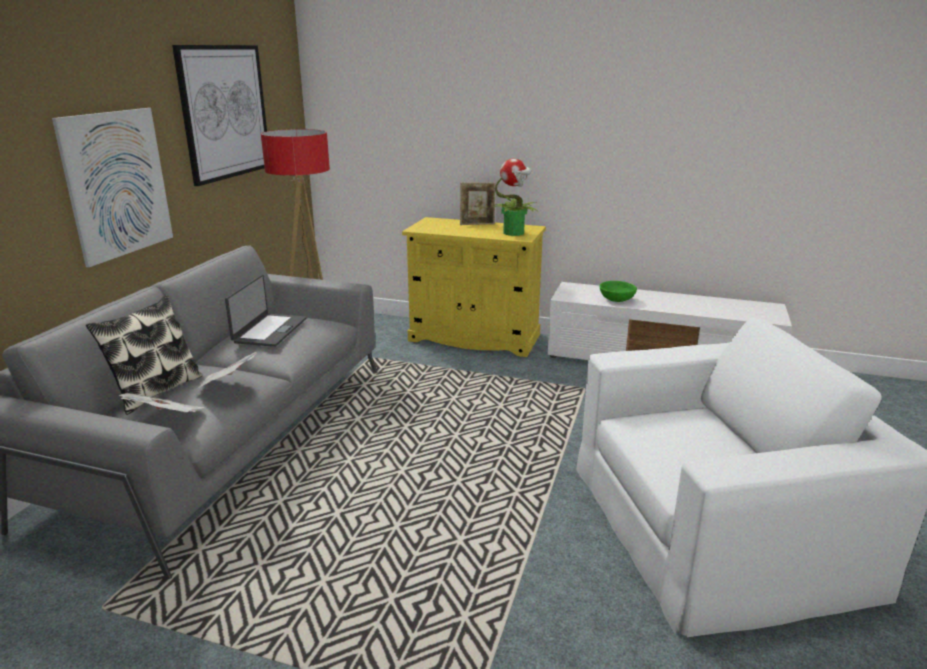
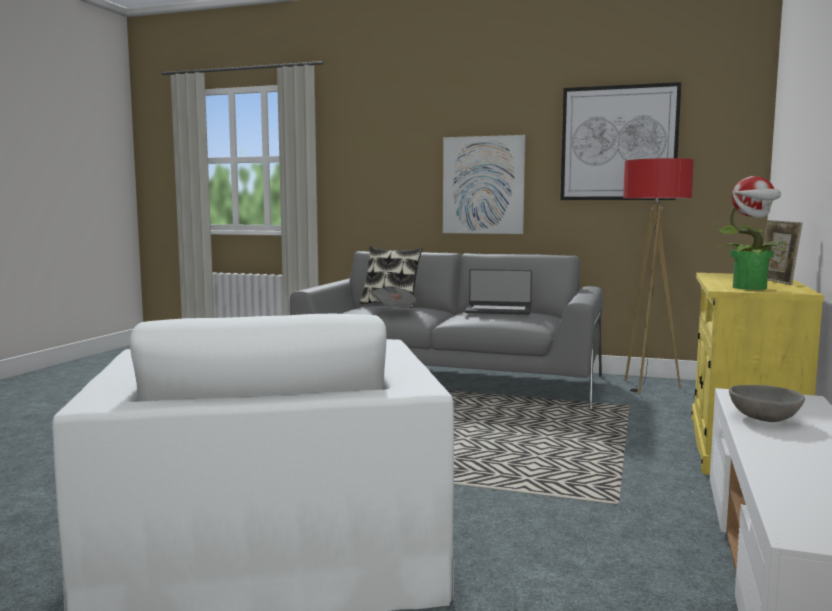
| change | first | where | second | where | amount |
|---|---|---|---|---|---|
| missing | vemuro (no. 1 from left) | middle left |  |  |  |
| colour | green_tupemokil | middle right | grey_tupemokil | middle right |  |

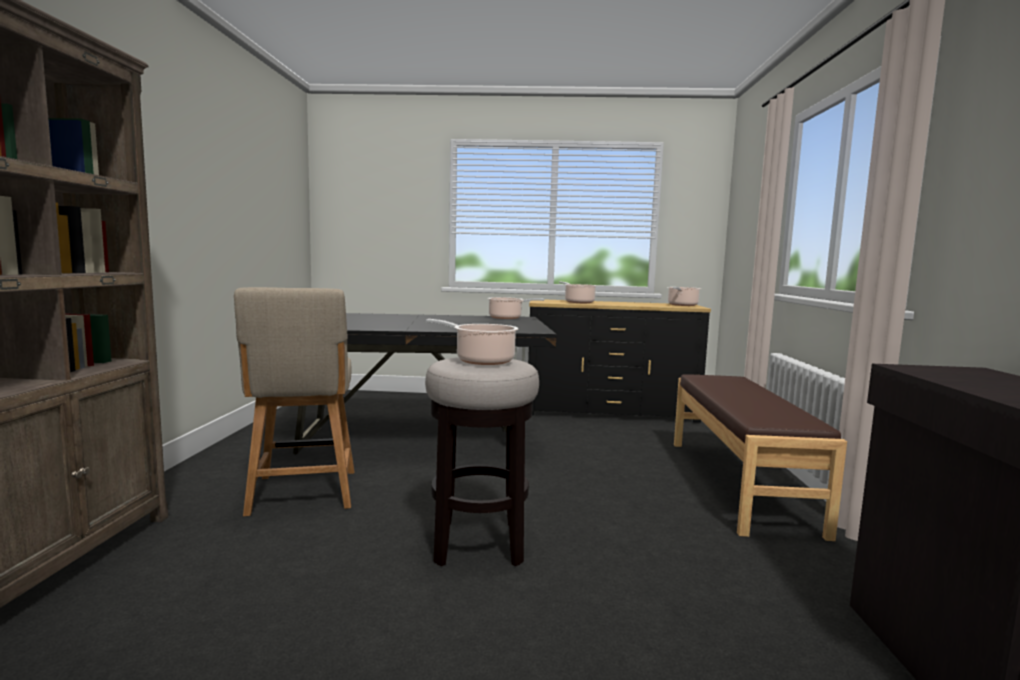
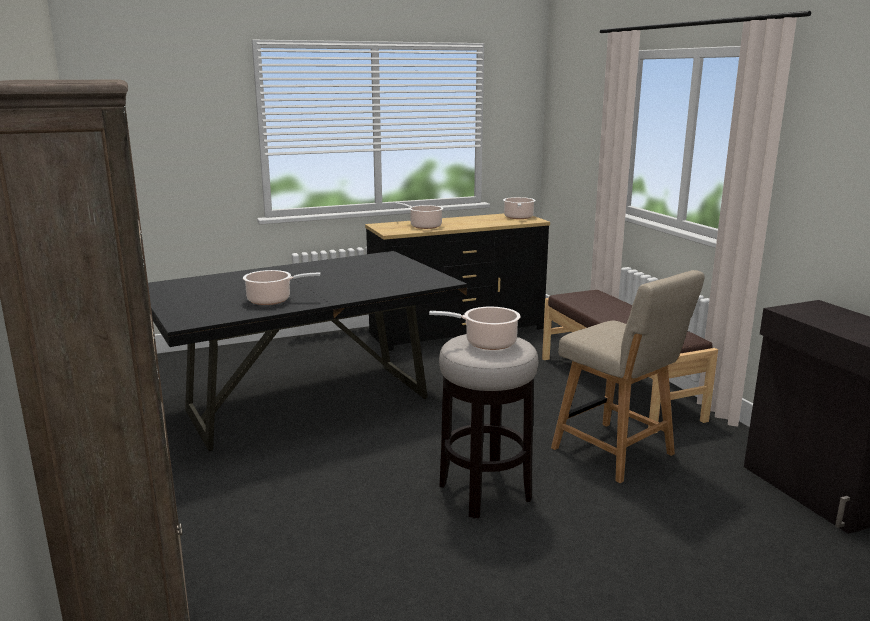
| change | first | where | second | where | amount |
|---|---|---|---|---|---|
| relocated | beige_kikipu | middle left |  | middle right |  |
| relocated | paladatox (no. 2 from left in the first image) | centre | paladatox (no. 1 from left) | middle left |  |

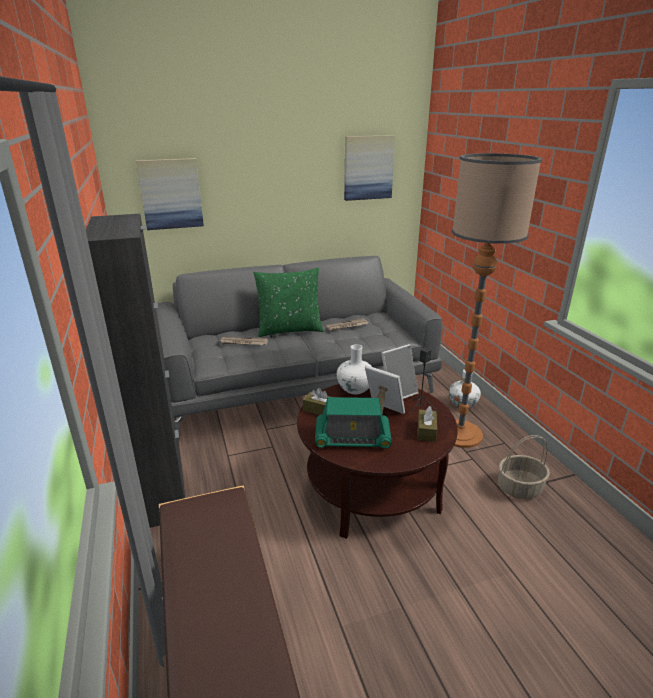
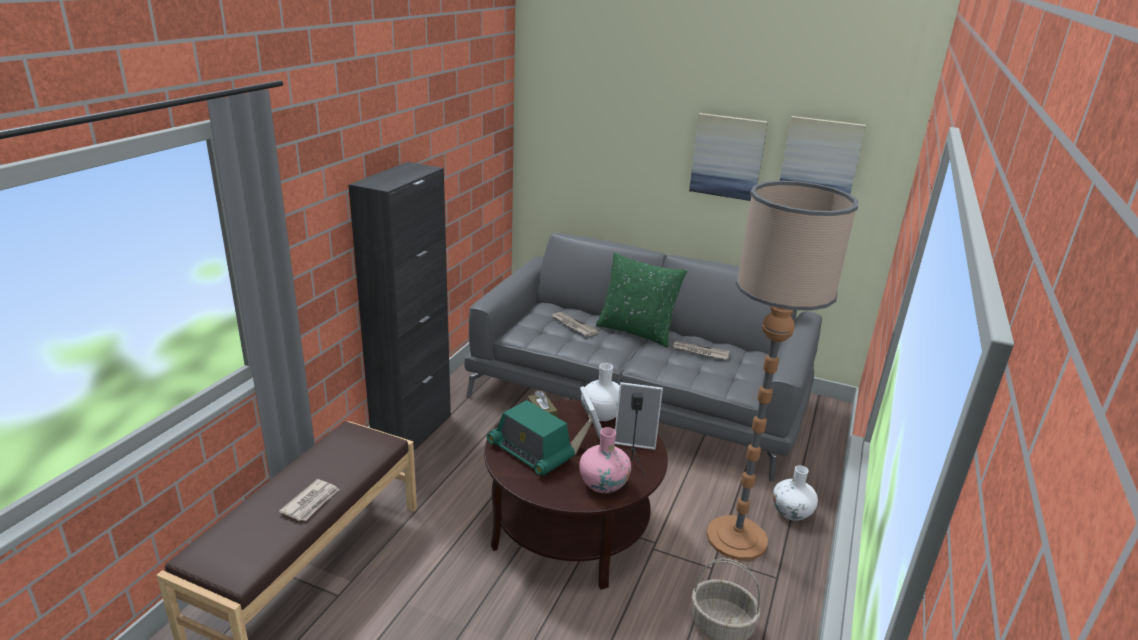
| change | first | where | second | where | amount |
|---|---|---|---|---|---|
| appeared |  |  | vemuro (no. 1 from left) | bottom left |  |
| relocated | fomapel (no. 1 from left) | top left |  | top centre |  |
| exchanged | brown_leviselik (no. 2 from left) | centre | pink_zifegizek | bottom centre |  |

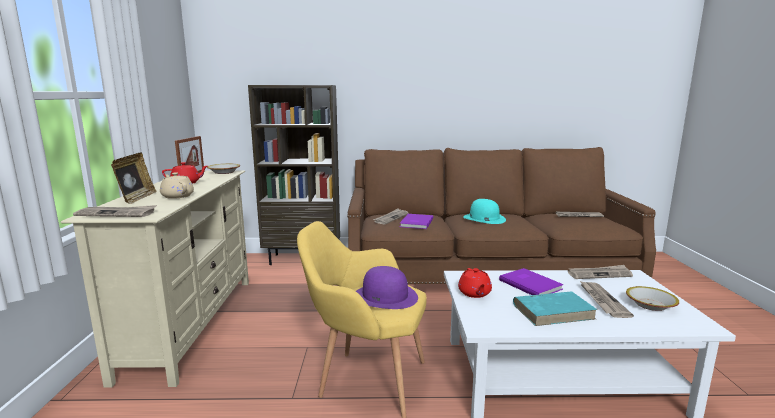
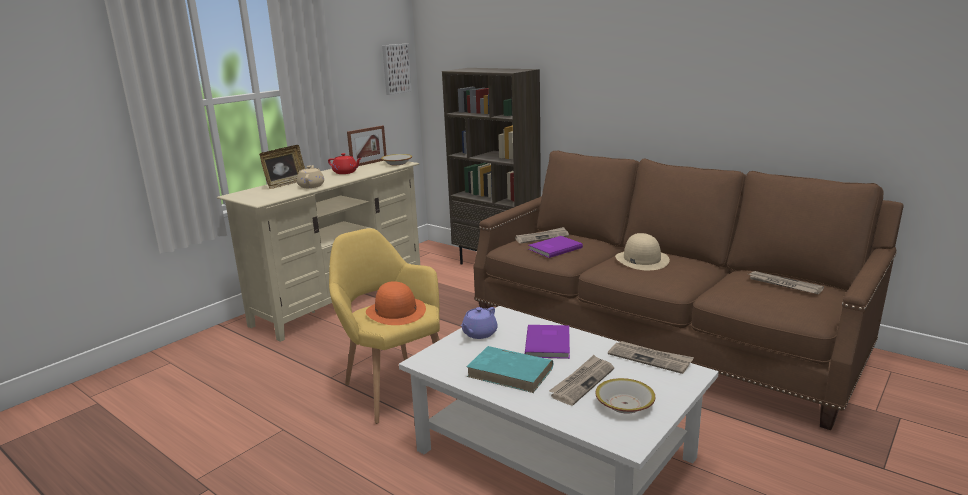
| change | first | where | second | where | amount |
|---|---|---|---|---|---|
| missing | vemuro (no. 1 from left) | middle left |  |  |  |
| appeared |  |  | fomapel | top centre |  |
| colour | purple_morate | bottom centre | orange_morate | centre |  |
| colour | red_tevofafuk (no. 2 from left) | bottom centre | purple_tevofafuk | centre |  |
| colour | turquoise_morate | centre | beige_morate | centre |  |

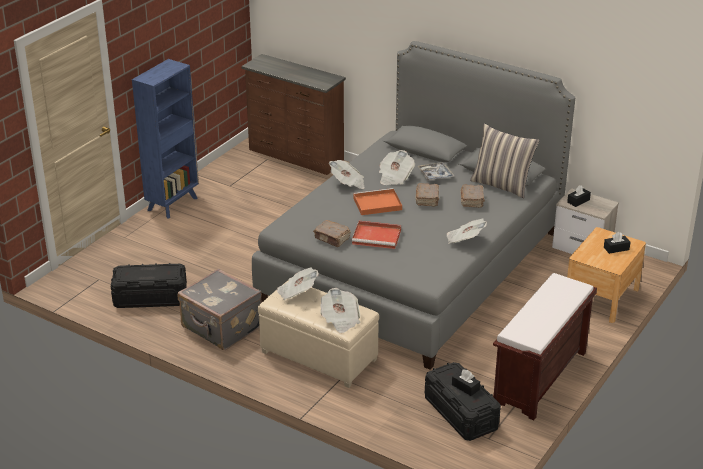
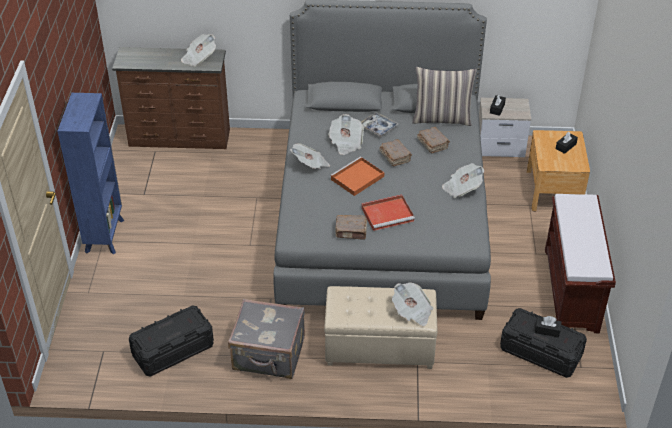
| change | first | where | second | where | amount |
|---|---|---|---|---|---|
| relocated | vemuro (no. 1 from left) | centre |  | top left |  |

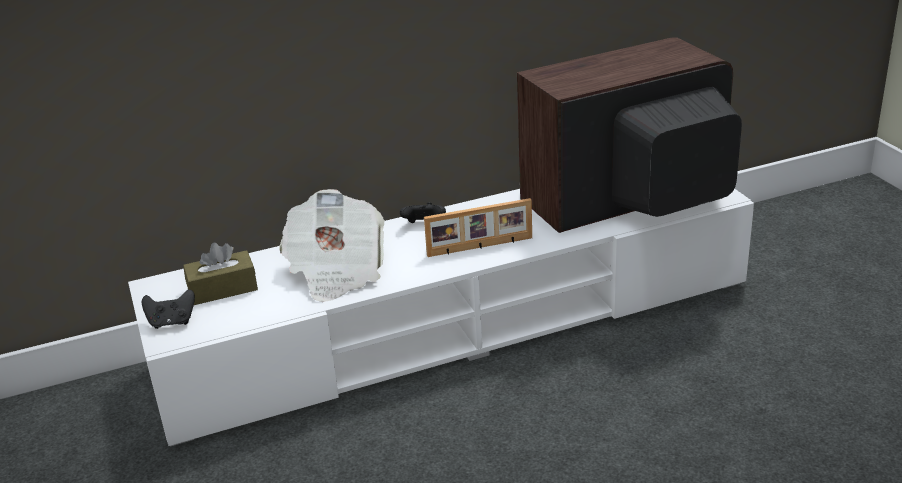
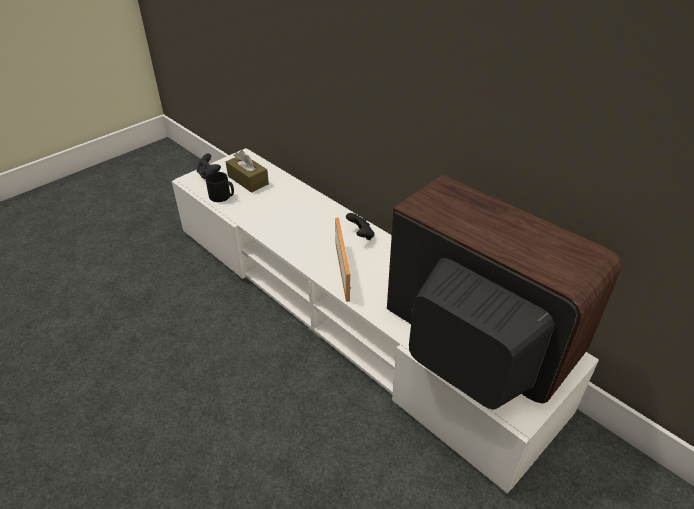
| change | first | where | second | where | amount |
|---|---|---|---|---|---|
| missing | vemuro | centre |  |  |  |
| appeared |  |  | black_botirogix | middle left |  |
| spun | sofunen | centre |  | centre | 150 degrees counterclockwise |

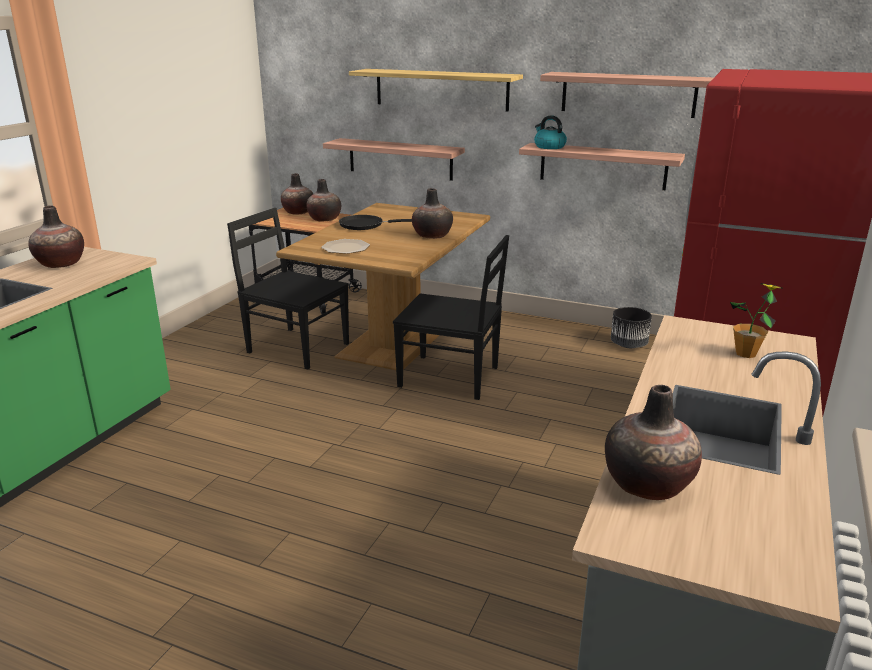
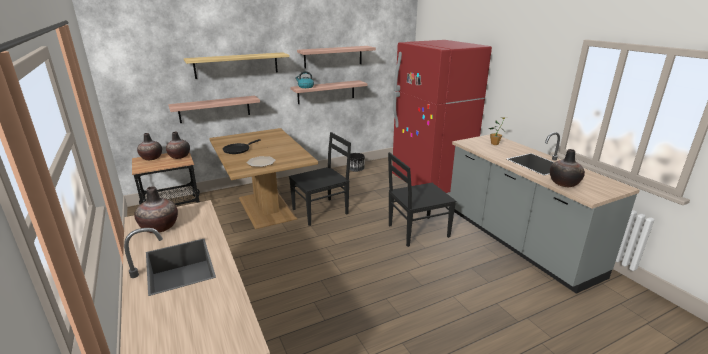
| change | first | where | second | where | amount |
|---|---|---|---|---|---|
| missing | zifegizek (no. 4 from left) | top centre |  |  |  |
| relocated | black_kikipu (no. 1 from left in the first image) | middle left | black_kikipu (no. 2 from left) | centre |  |

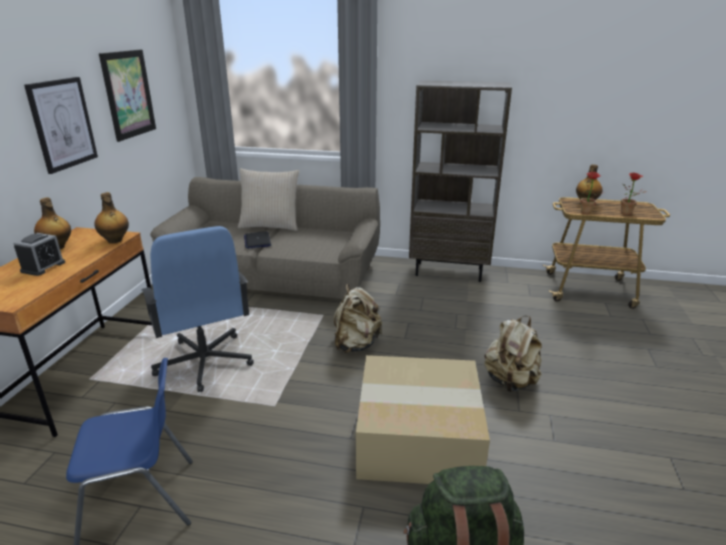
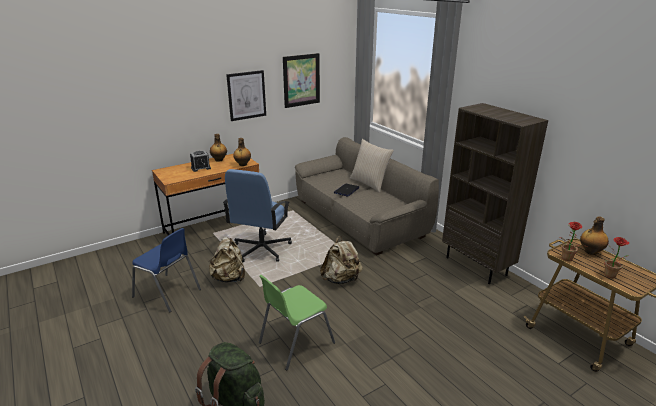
| change | first | where | second | where | amount |
|---|---|---|---|---|---|
| relocated | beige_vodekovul (no. 2 from left in the first image) | middle right | beige_vodekovul (no. 1 from left) | centre |  |
| exchanged | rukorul | bottom centre | green_kikipu | bottom centre |  |

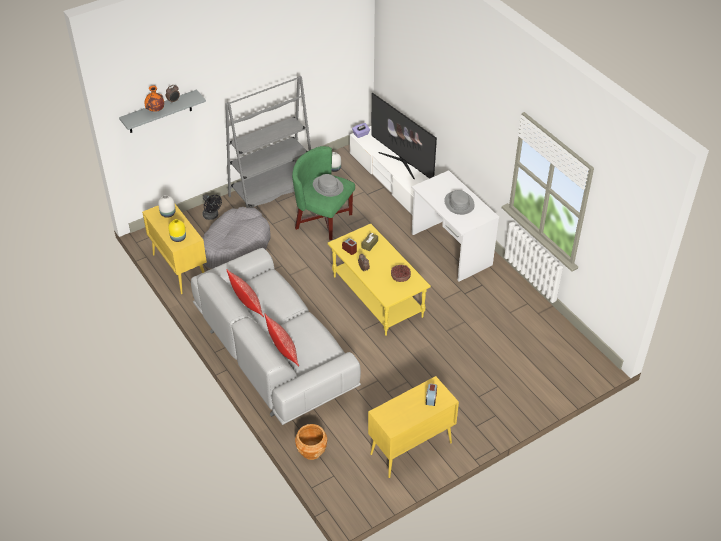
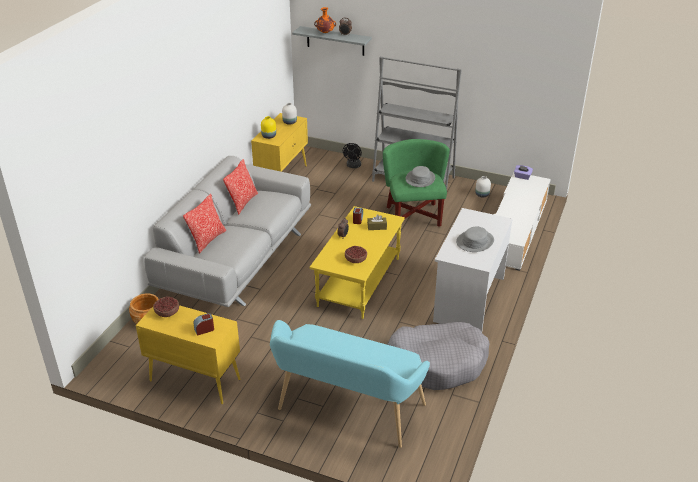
| change | first | where | second | where | amount |
|---|---|---|---|---|---|
| missing | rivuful | top centre |  |  |  |
| appeared |  |  | tupemokil (no. 1 from left) | middle left |  |
| appeared |  |  | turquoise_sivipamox | bottom centre |  |
| relocated | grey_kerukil | middle left |  | bottom centre |  |

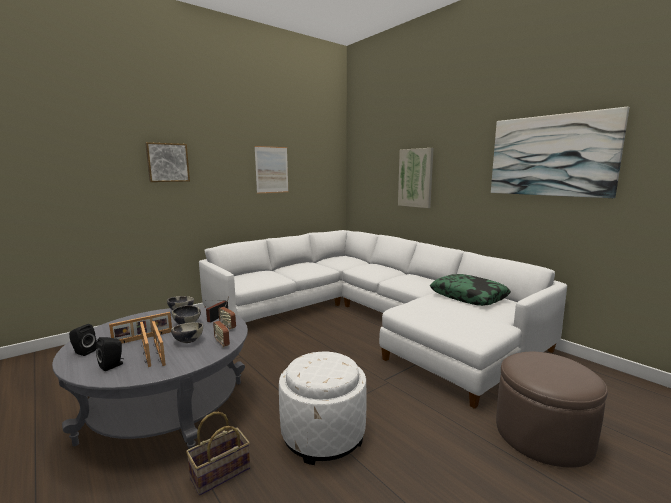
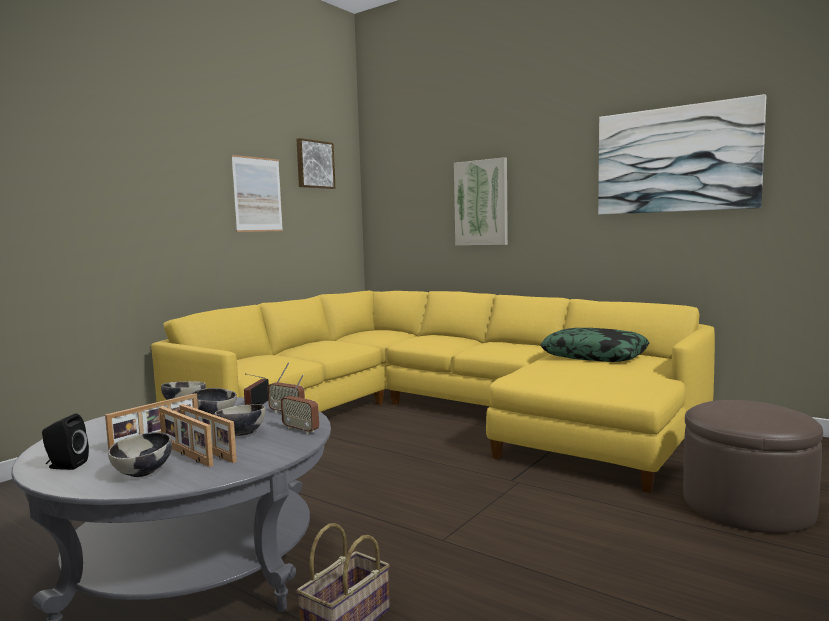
| change | first | where | second | where | amount |
|---|---|---|---|---|---|
| missing | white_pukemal | bottom centre |  |  |  |
| relocated | fomapel (no. 1 from left in the first image) | top left | fomapel (no. 2 from left) | top centre |  |
| exchanged | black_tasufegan (no. 2 from left) | bottom left | tupemokil (no. 1 from left) | bottom left |  |
| colour | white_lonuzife | centre | yellow_lonuzife | centre |  |

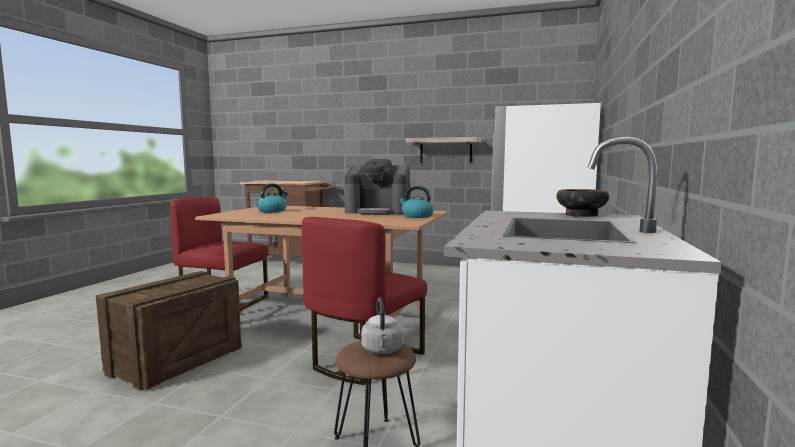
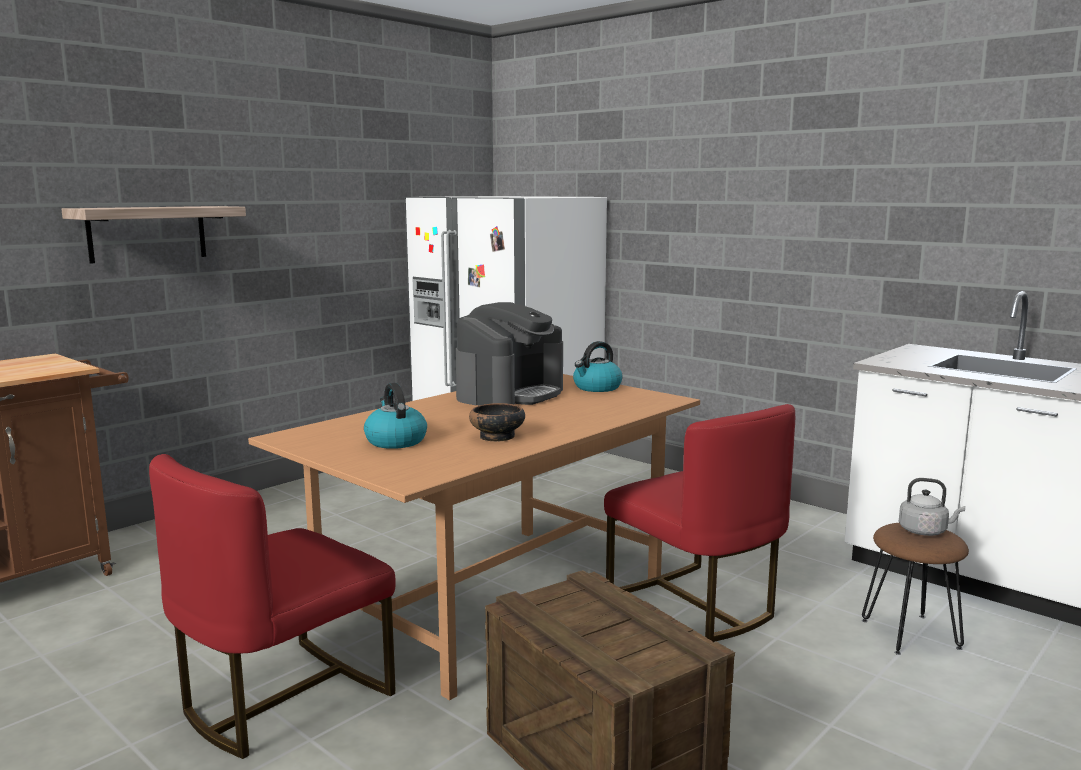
| change | first | where | second | where | amount |
|---|---|---|---|---|---|
| relocated | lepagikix | centre |  | top left |  |
| relocated | tupemokil | middle right |  | centre |  |

